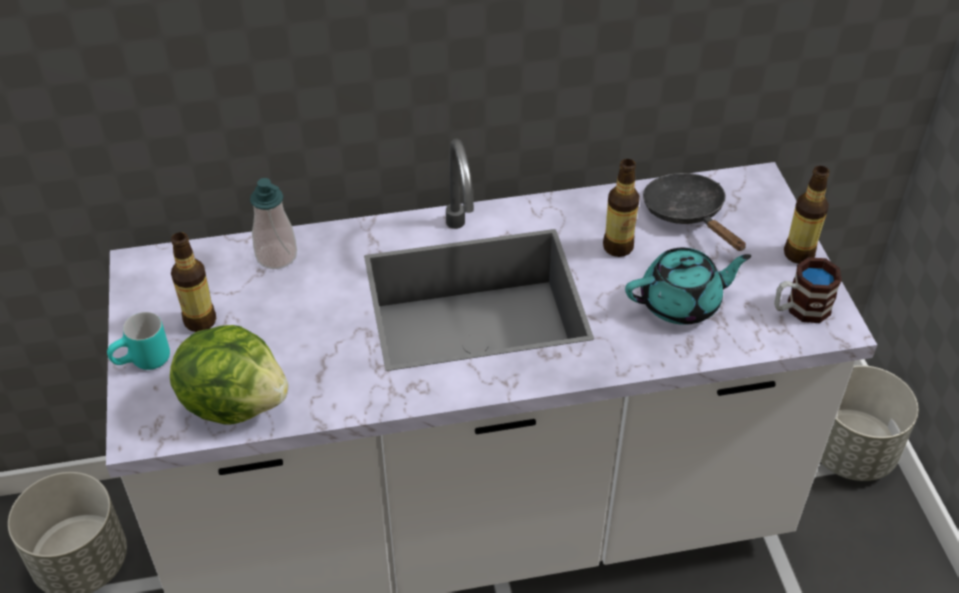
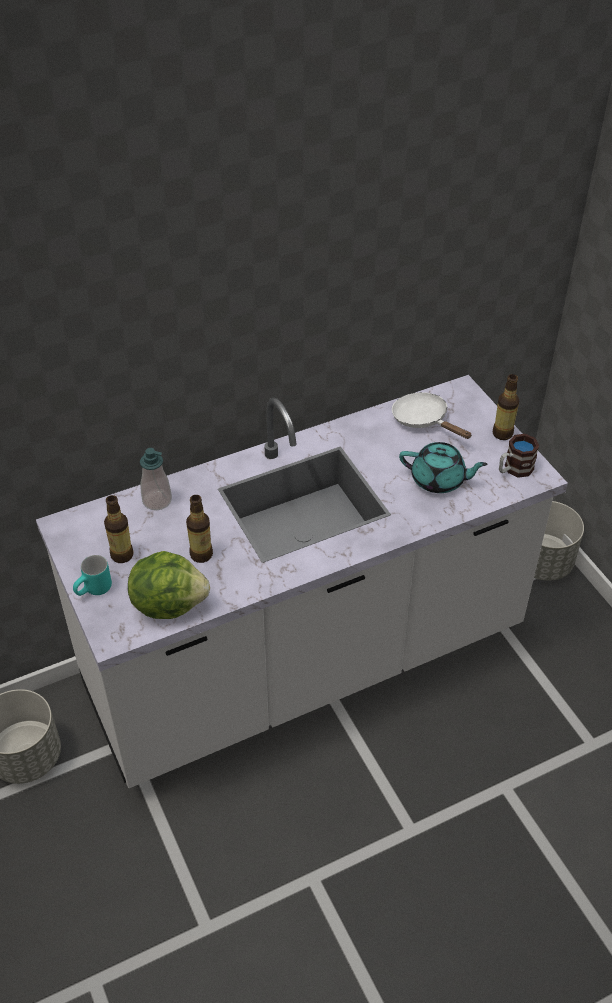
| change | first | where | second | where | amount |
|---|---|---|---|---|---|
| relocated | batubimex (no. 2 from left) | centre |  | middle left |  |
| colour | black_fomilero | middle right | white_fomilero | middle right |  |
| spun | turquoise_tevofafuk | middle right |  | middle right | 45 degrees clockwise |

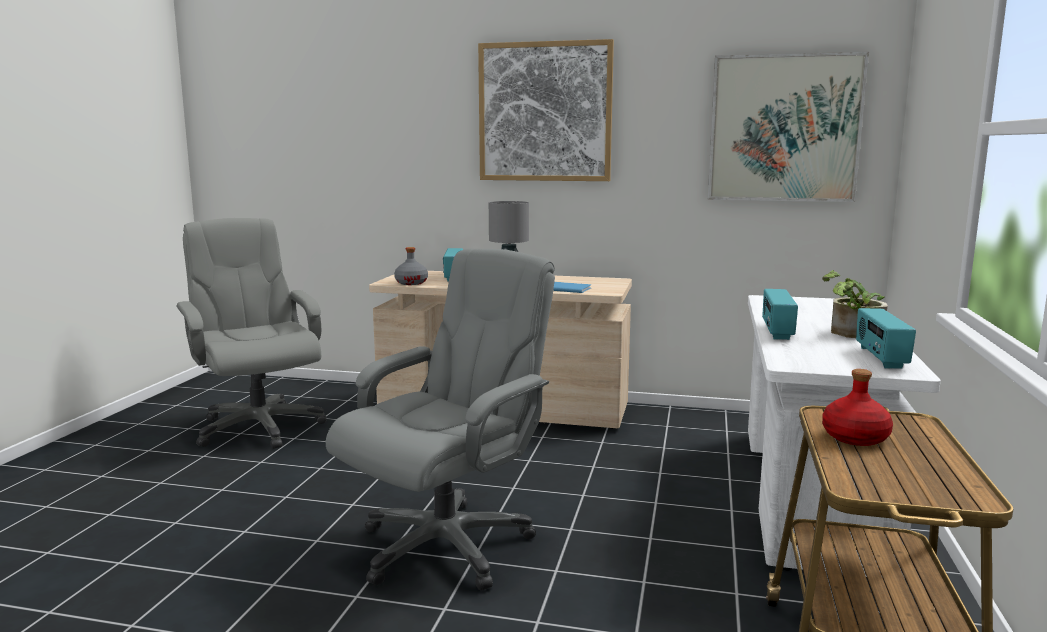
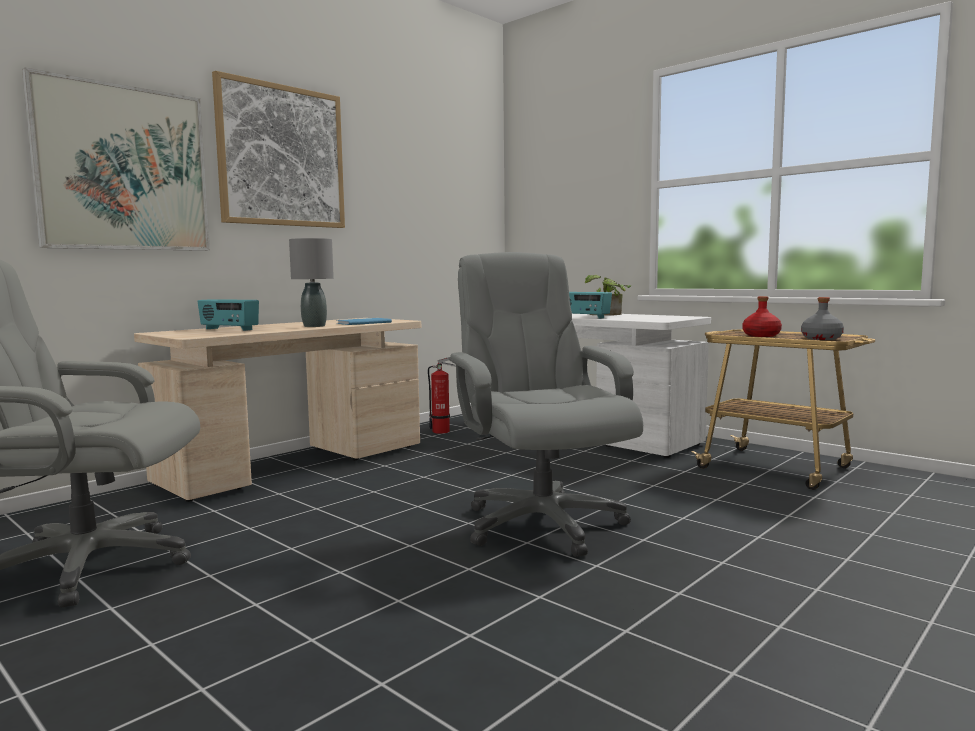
| change | first | where | second | where | amount |
|---|---|---|---|---|---|
| missing | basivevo (no. 3 from left) | middle right |  |  |  |
| appeared |  |  | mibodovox | centre |  |
| relocated | grey_batubimex | centre |  | middle right |  |
| relocated | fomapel (no. 2 from left in the first image) | top right | fomapel (no. 1 from left) | top left |  |

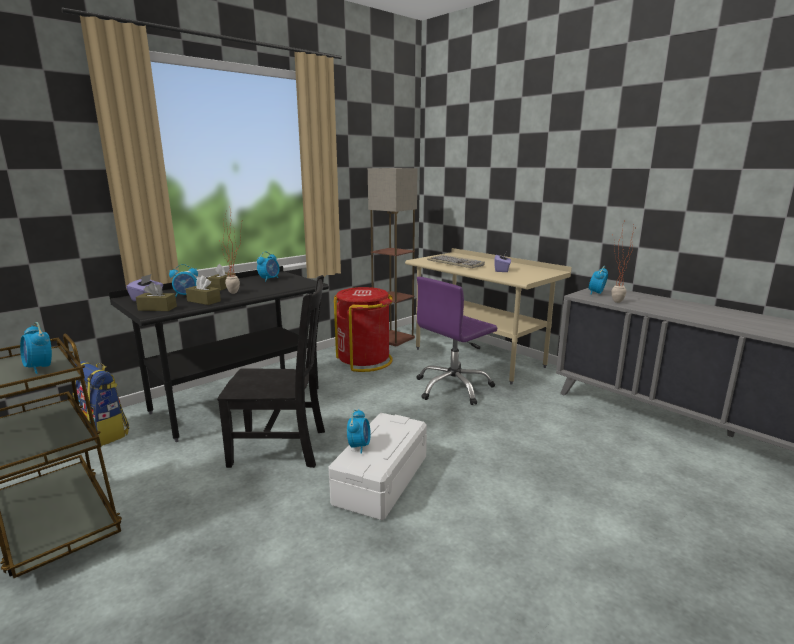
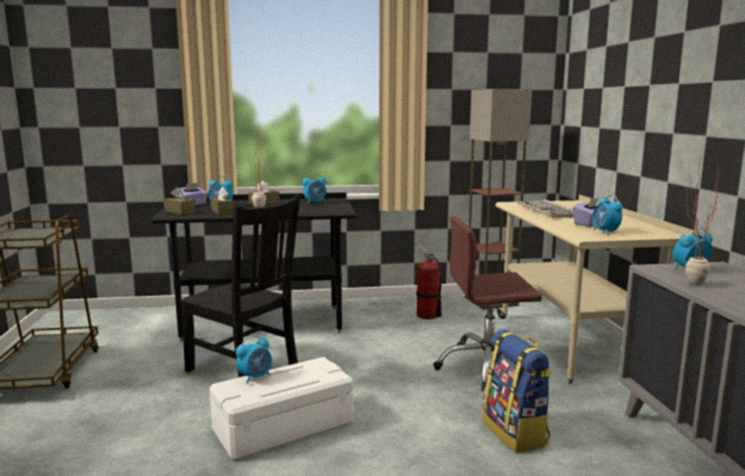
| change | first | where | second | where | amount |
|---|---|---|---|---|---|
| relocated | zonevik (no. 1 from left in the first image) | middle left | zonevik (no. 4 from left) | middle right |  |
| relocated | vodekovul | middle left |  | bottom right |  |
| exchanged | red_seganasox | centre | mibodovox | centre |  |
| colour | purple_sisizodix | centre | brown_sisizodix | centre |  |

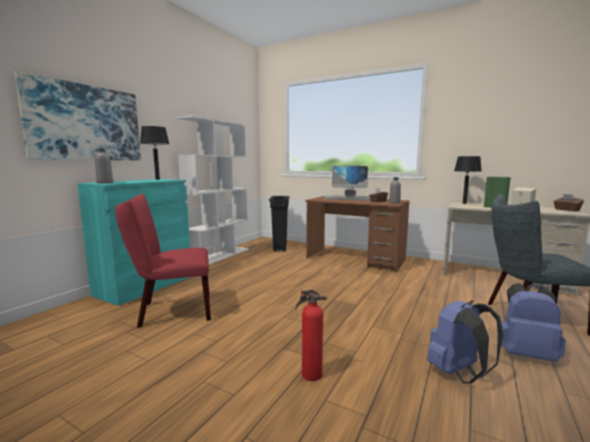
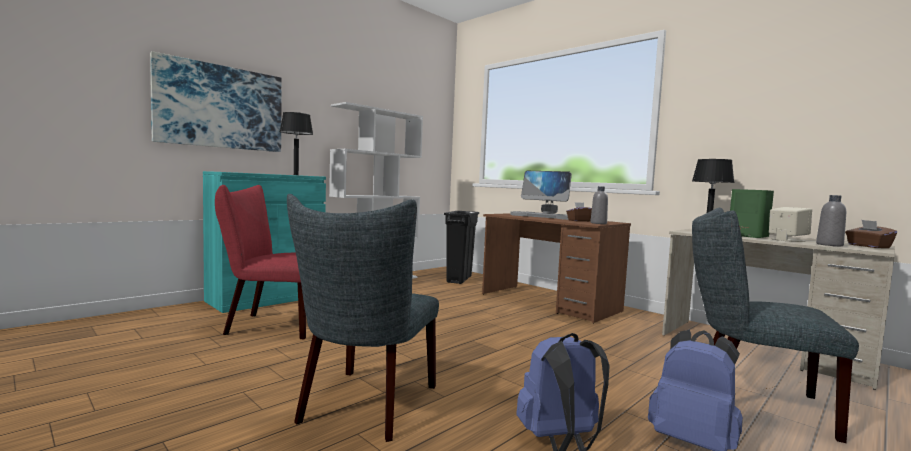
| change | first | where | second | where | amount |
|---|---|---|---|---|---|
| relocated | grey_batubimex (no. 1 from left in the first image) | middle left | grey_batubimex (no. 2 from left) | middle right |  |
| exchanged | mibodovox | bottom centre | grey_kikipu (no. 1 from left) | bottom centre |  |

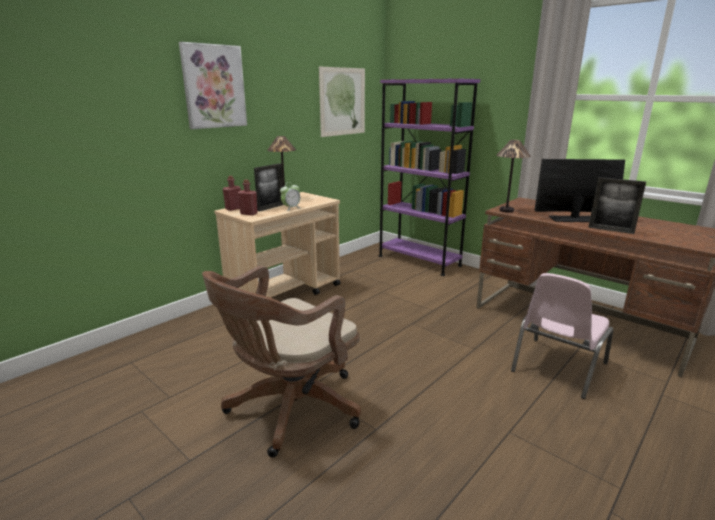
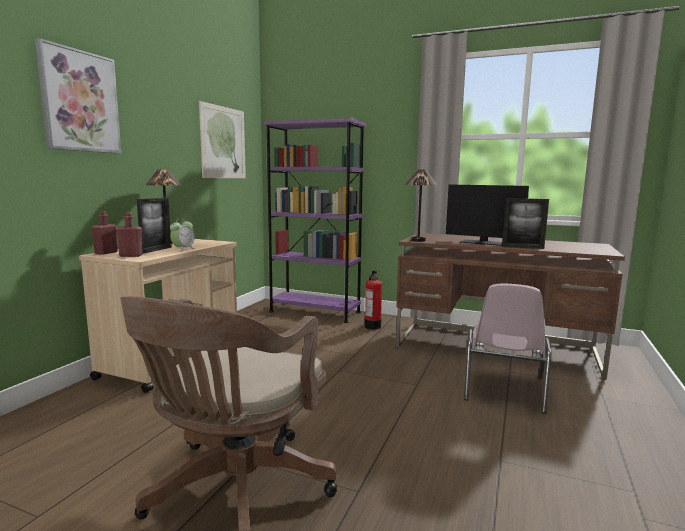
| change | first | where | second | where | amount |
|---|---|---|---|---|---|
| appeared |  |  | mibodovox | centre |  |
| spun | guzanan | middle right |  | middle right | 135 degrees counterclockwise |

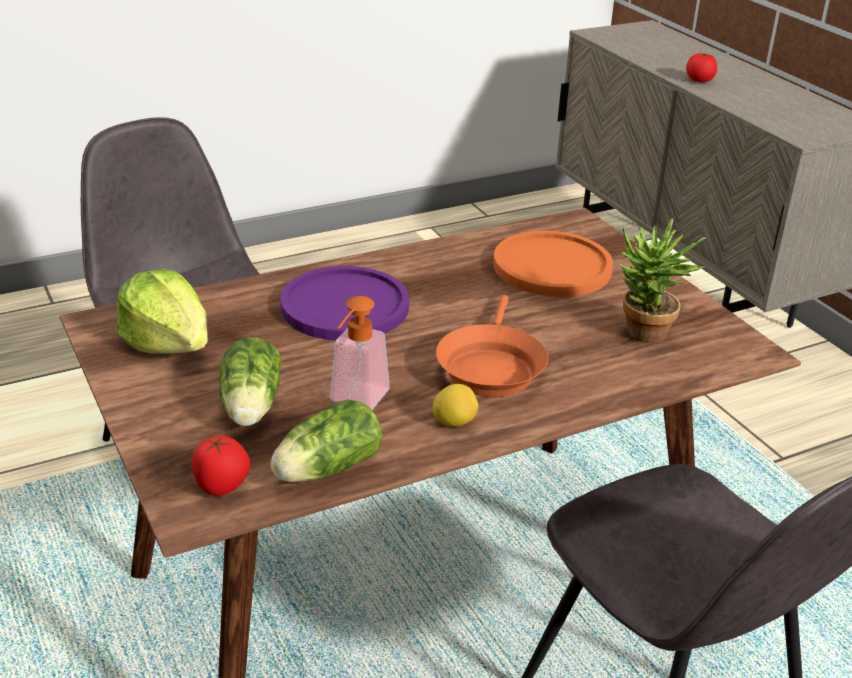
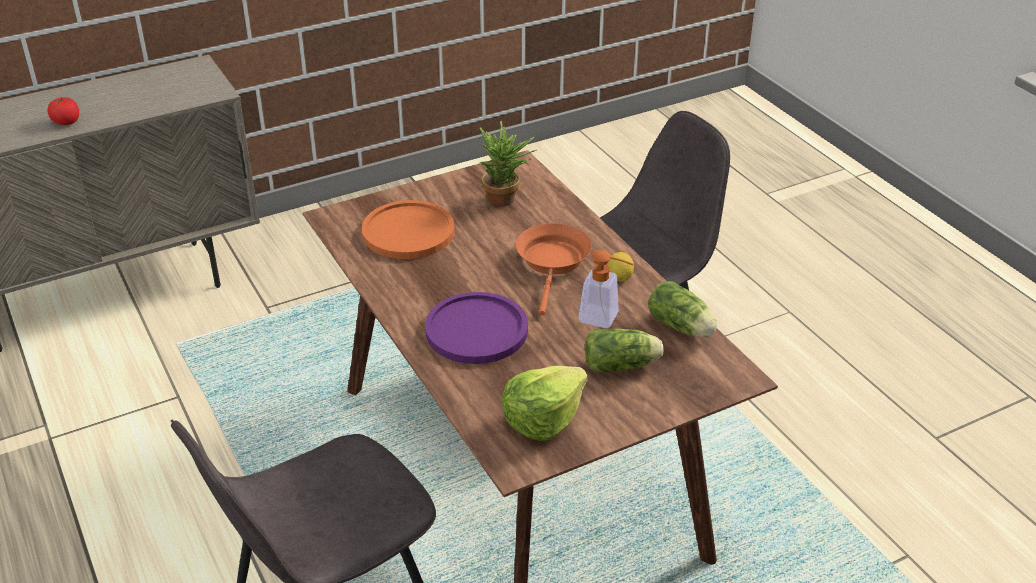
| change | first | where | second | where | amount |
|---|---|---|---|---|---|
| missing | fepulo (no. 1 from left) | bottom left |  |  |  |
| spun | orange_fomilero | centre |  | centre | 90 degrees counterclockwise |

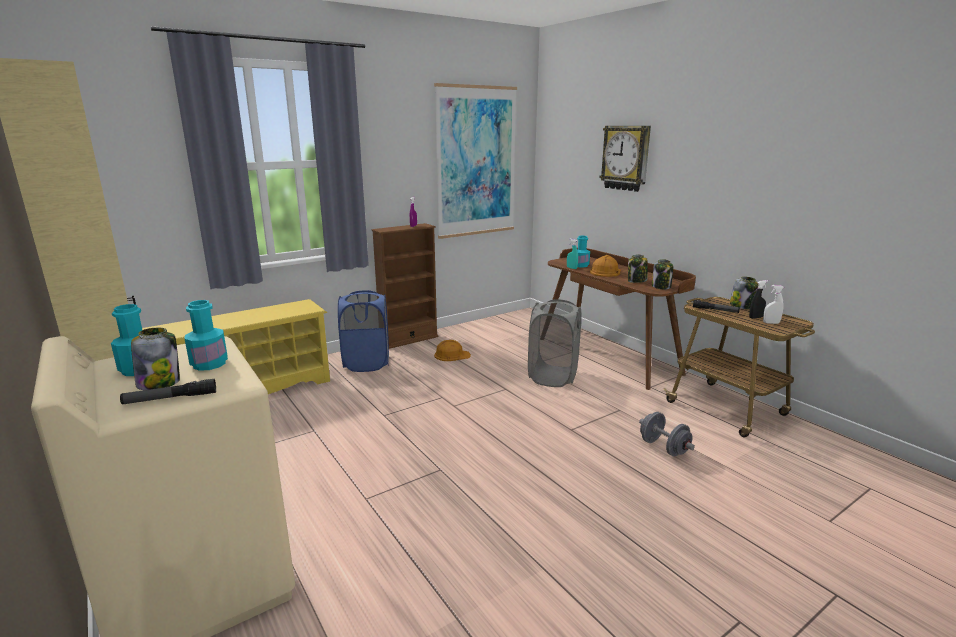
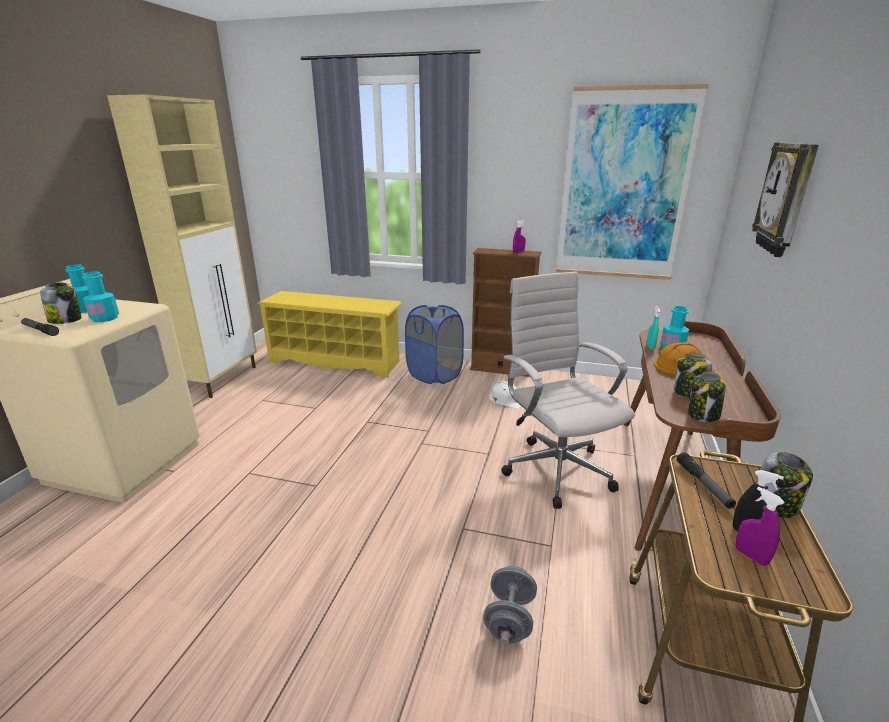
| change | first | where | second | where | amount |
|---|---|---|---|---|---|
| exchanged | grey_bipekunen | centre | white_sisizodix | centre |  |
| colour | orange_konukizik (no. 1 from left) | centre | white_konukizik | centre |  |
| colour | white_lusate | middle right | purple_lusate (no. 2 from left) | bottom right |  |

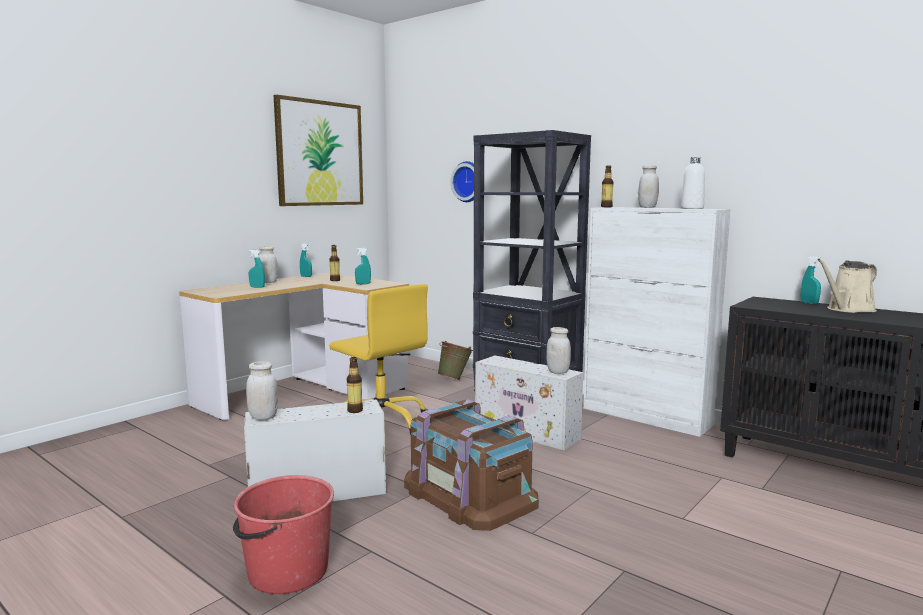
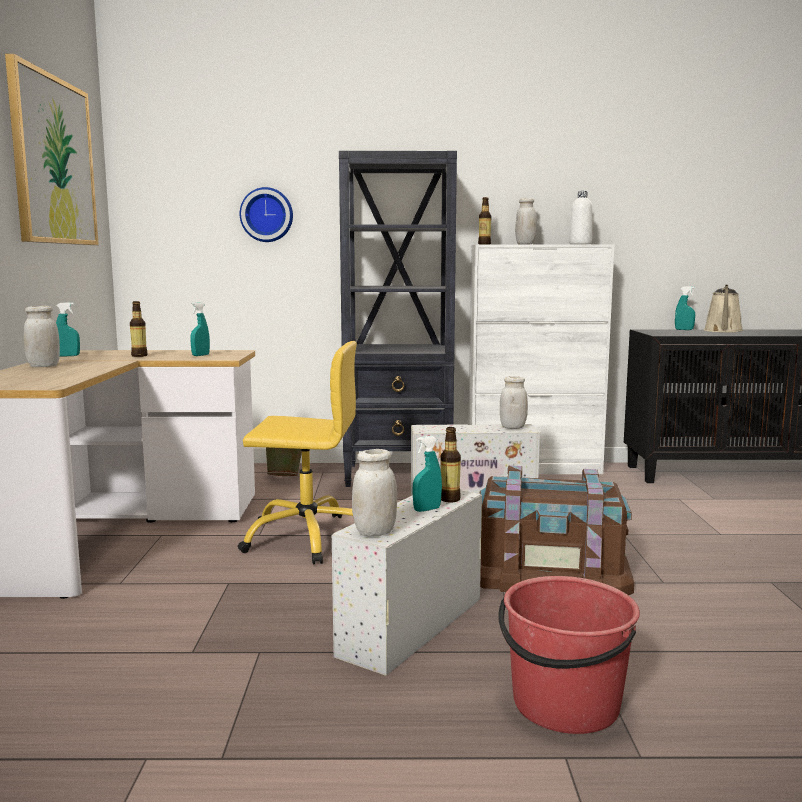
| change | first | where | second | where | amount |
|---|---|---|---|---|---|
| relocated | turquoise_lusate (no. 1 from left in the first image) | middle left | turquoise_lusate (no. 3 from left) | centre |  |

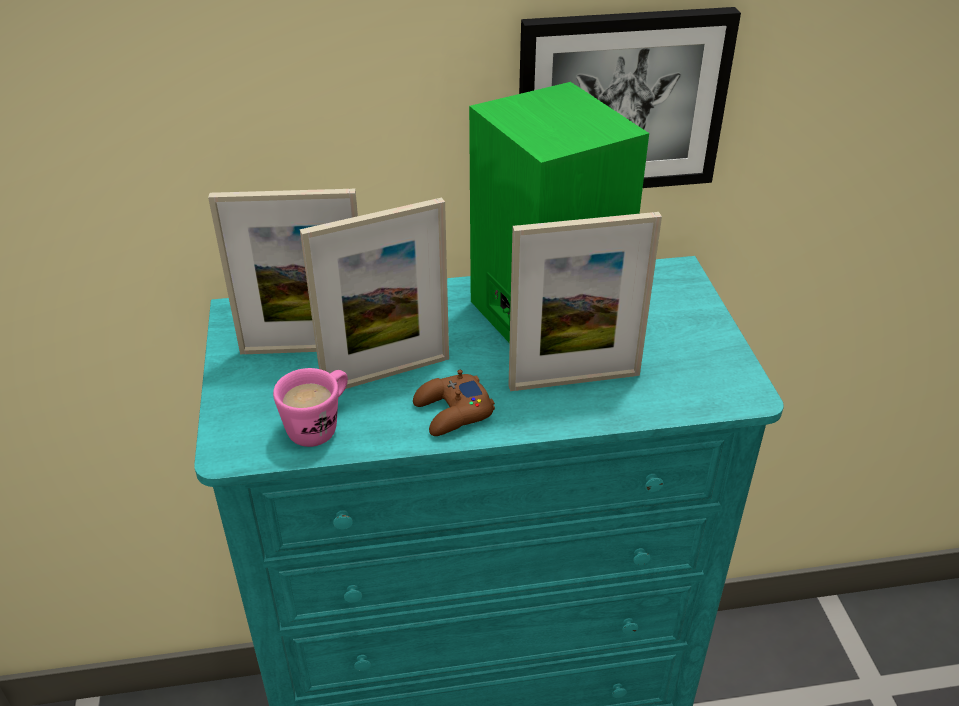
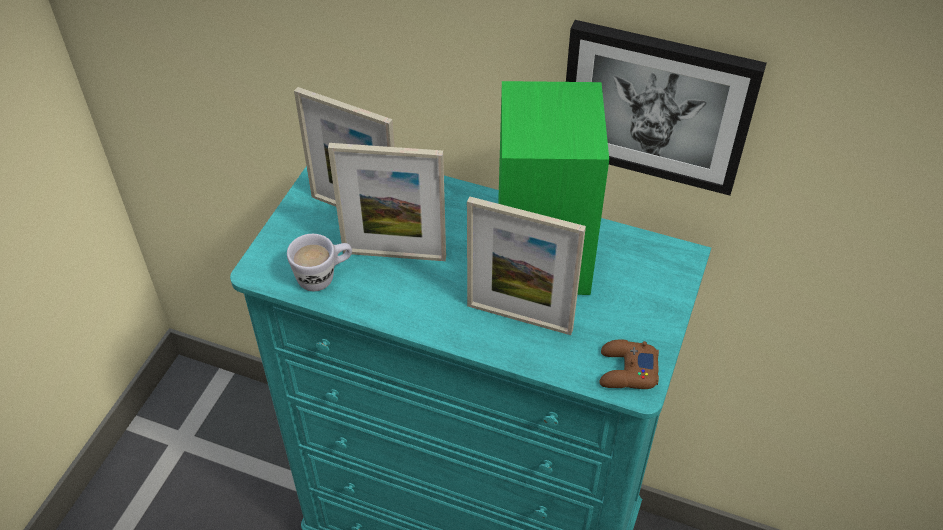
| change | first | where | second | where | amount |
|---|---|---|---|---|---|
| relocated | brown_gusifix | centre |  | bottom right |  |
| colour | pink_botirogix | middle left | white_botirogix | centre |  |

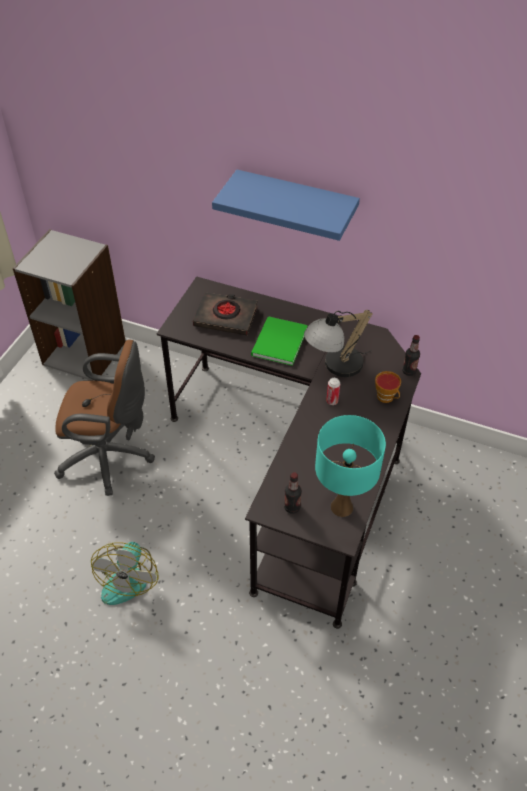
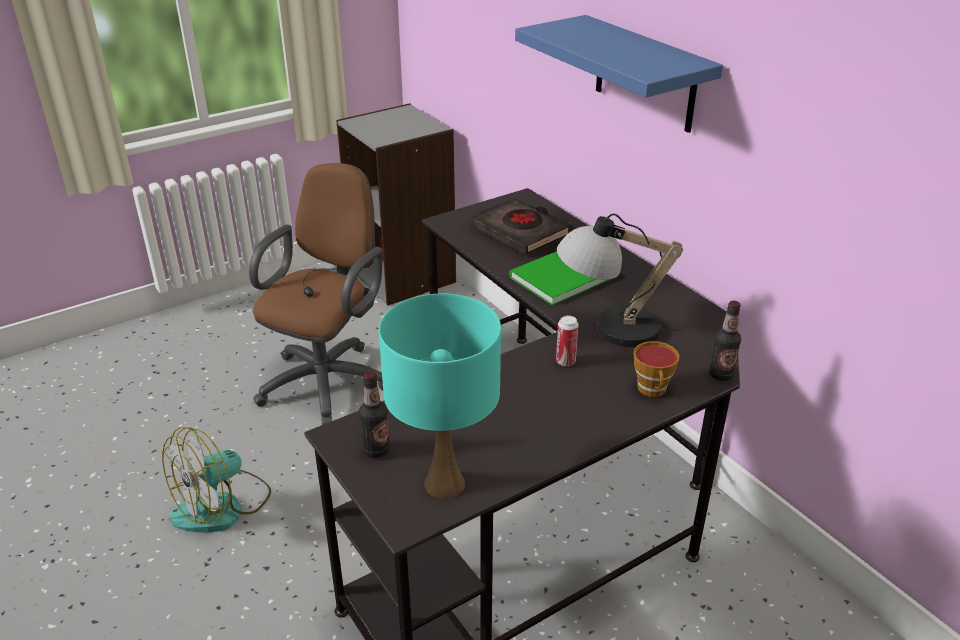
| change | first | where | second | where | amount |
|---|---|---|---|---|---|
| spun | brown_sisizodix | middle left |  | middle left | 105 degrees counterclockwise |

